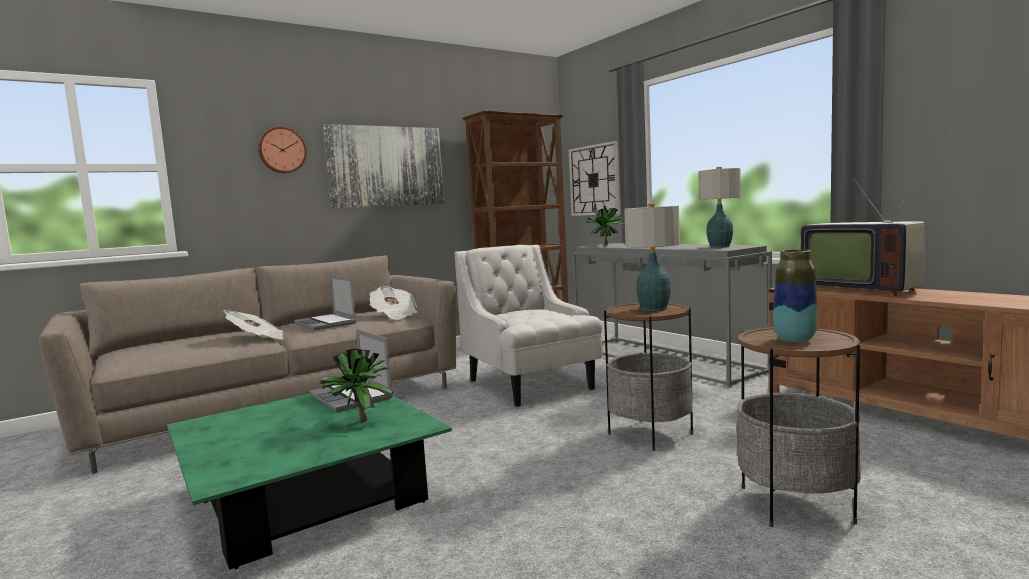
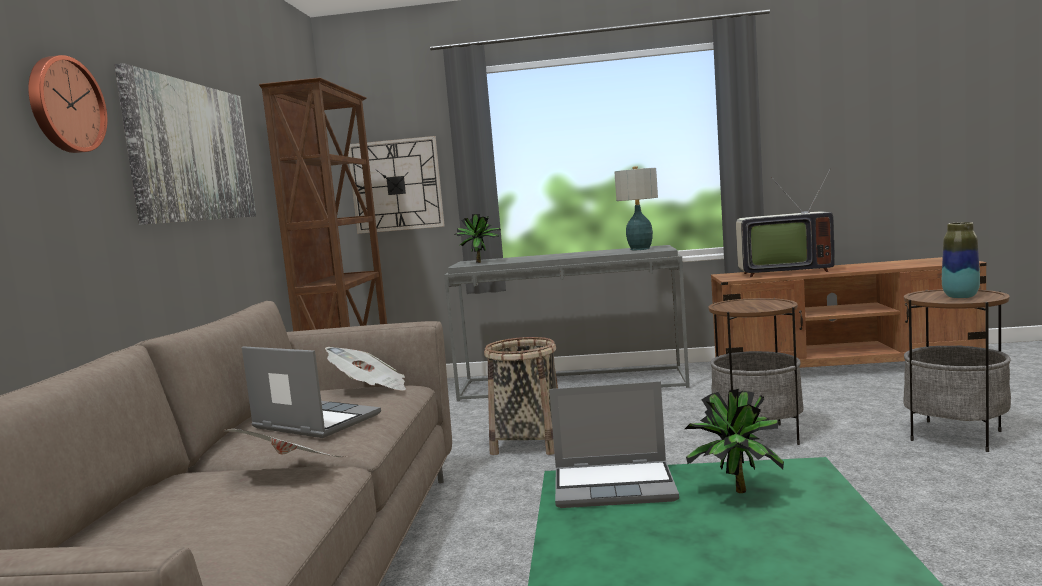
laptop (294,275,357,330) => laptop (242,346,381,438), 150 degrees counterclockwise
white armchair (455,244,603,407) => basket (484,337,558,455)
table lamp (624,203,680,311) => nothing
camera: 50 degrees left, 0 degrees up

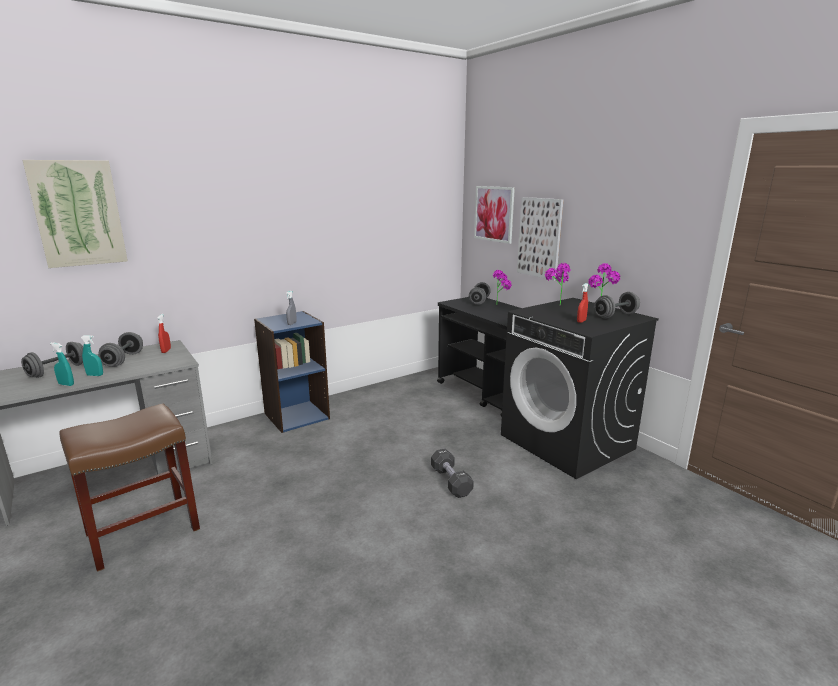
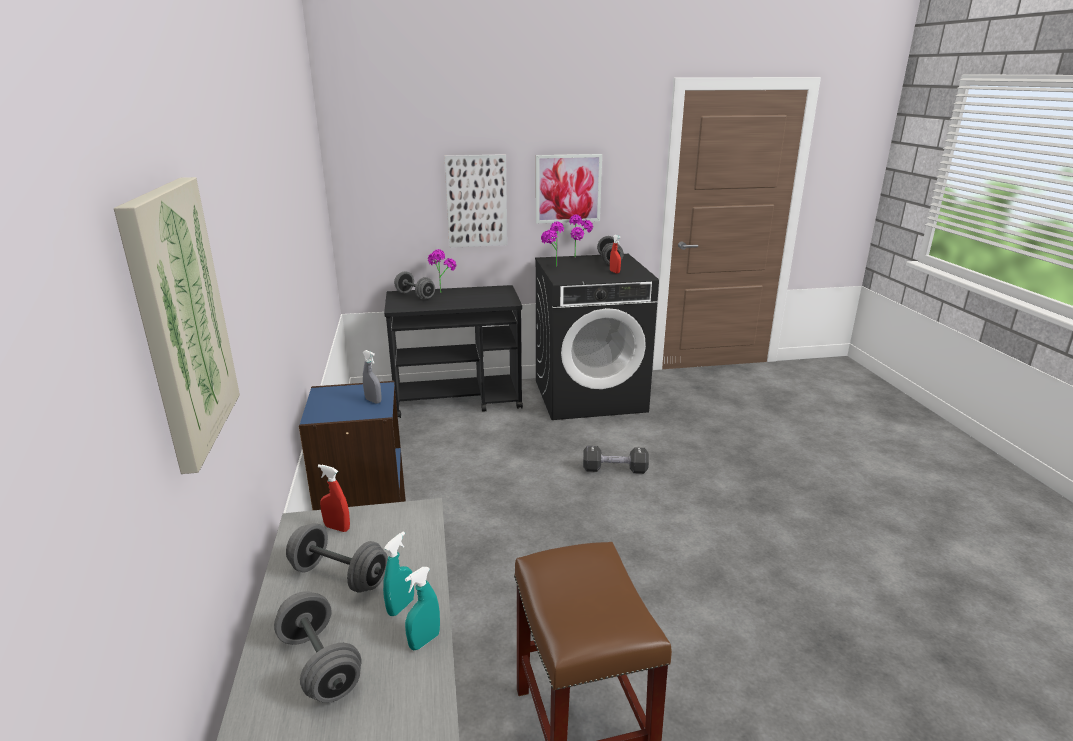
picture (474,186,515,244) => picture (536,154,602,223), move
camera: 65 degrees left, 5 degrees up

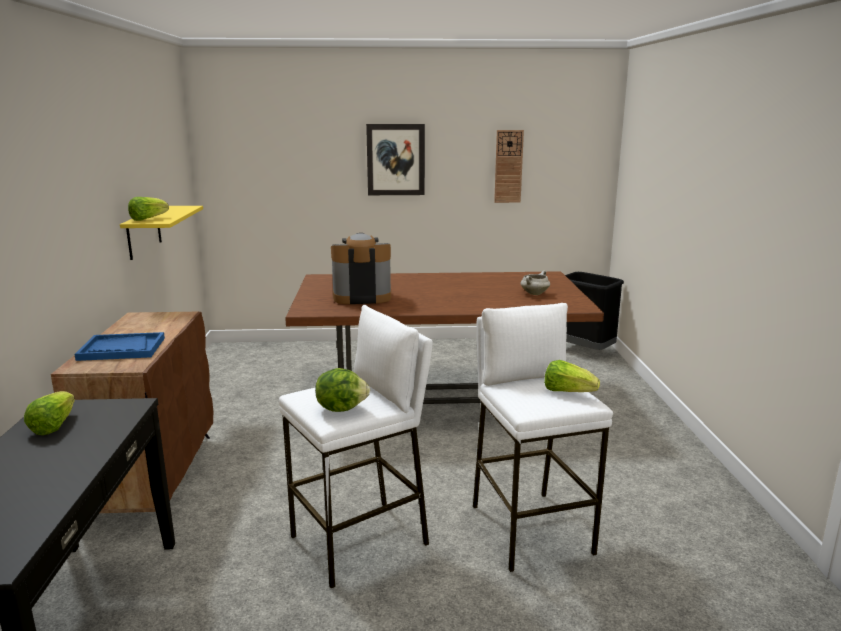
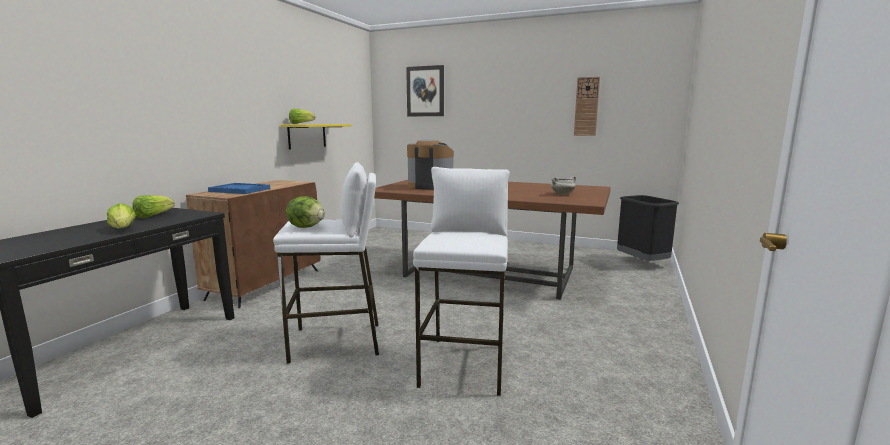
lettuce (544,360,600,392) => lettuce (107,204,136,228), move
picture (366,124,425,195) => picture (406,65,444,116), move
camera: 25 degrees right, 5 degrees down

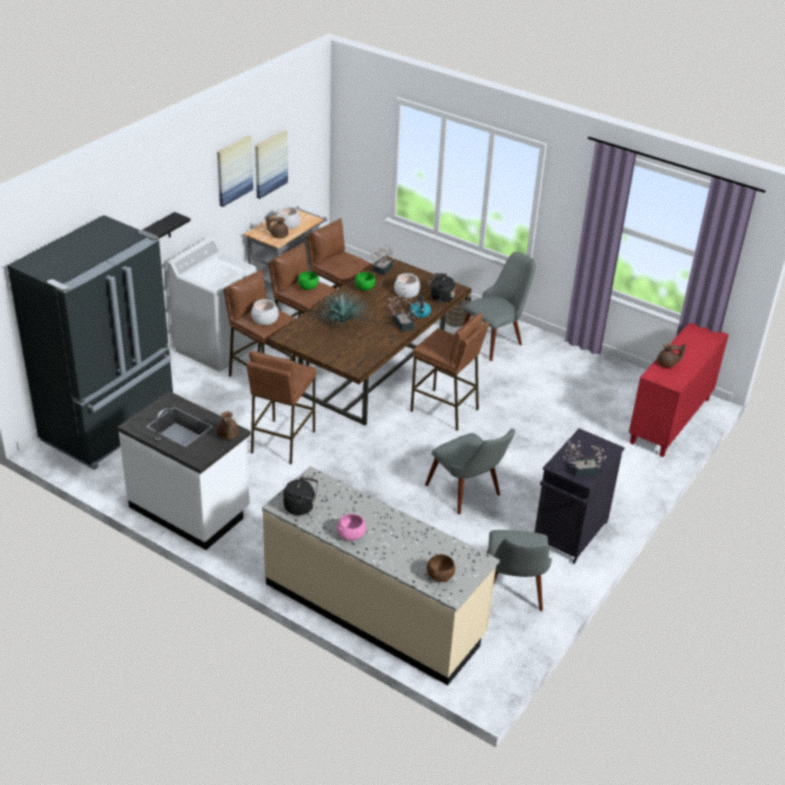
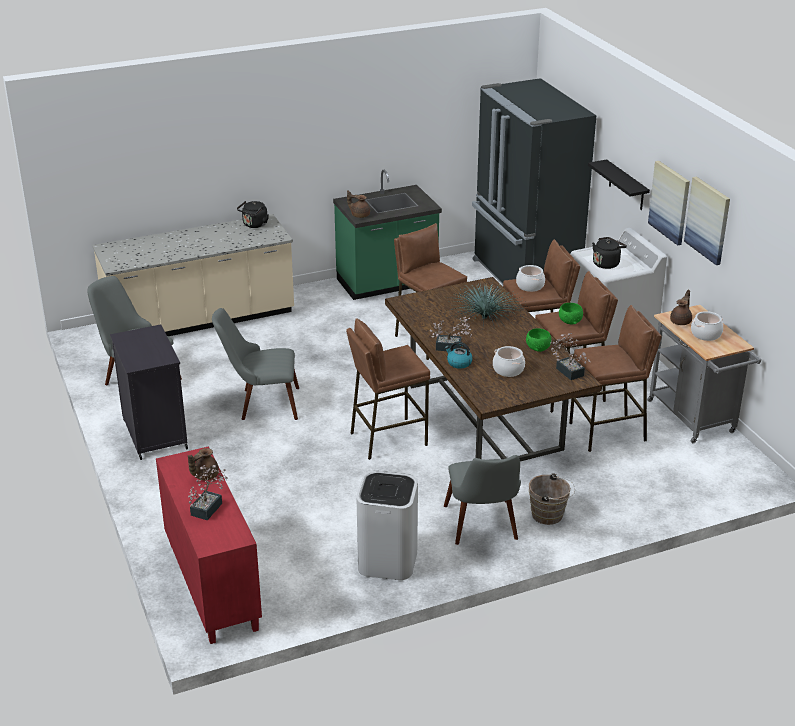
potted plant (564,440,607,477) => potted plant (188,465,228,520), move
white counter (117,391,251,550) => green counter (333,170,442,300)
nothing => white trash can (356,471,418,580)
black kettle (428,273,455,302) => black kettle (592,237,627,269), move
picture (255,130,288,199) => picture (648,161,690,245), move
pink bowl (336,514,366,541) => nothing
brown bowl (427,554,455,582) => nothing
camera: 125 degrees right, 5 degrees down

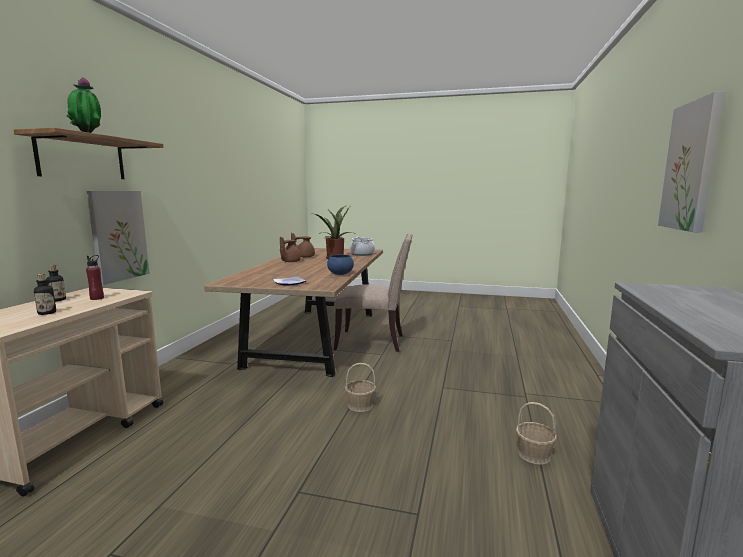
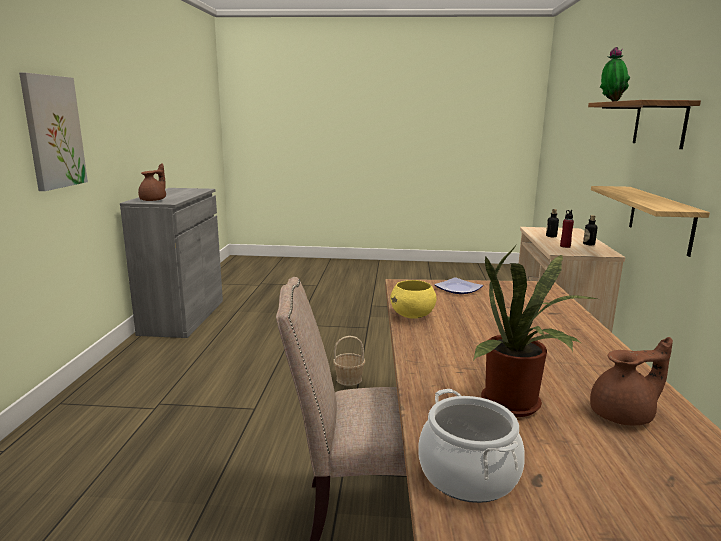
brown teapot (280,237,301,262) => brown teapot (138,163,166,201), move
blue bowl (327,254,354,275) => yellow bowl (390,280,437,319)
picture (87,191,150,285) => shelf (591,186,710,257)
basket (516,402,557,465) => nothing
camera: 170 degrees right, 5 degrees up

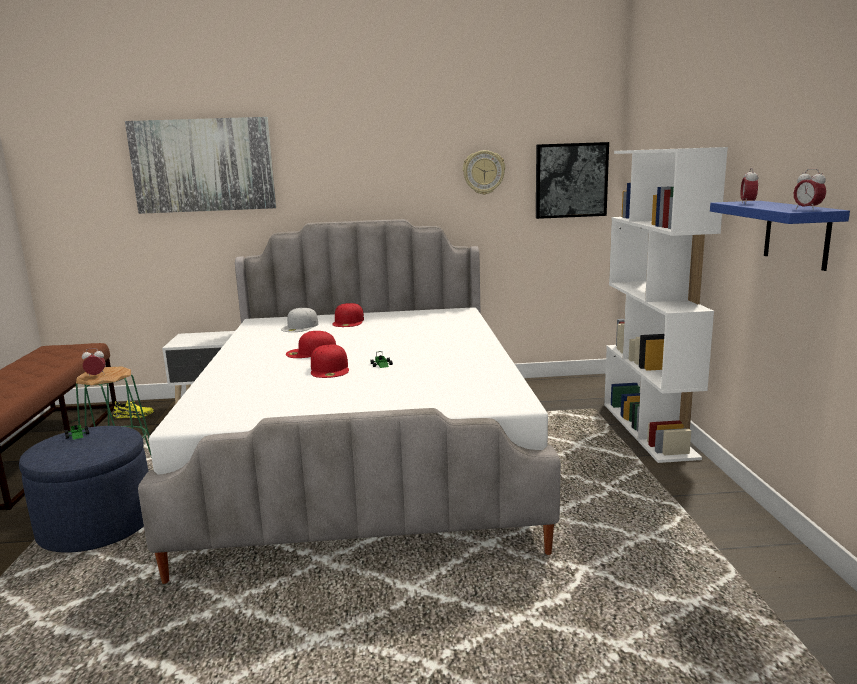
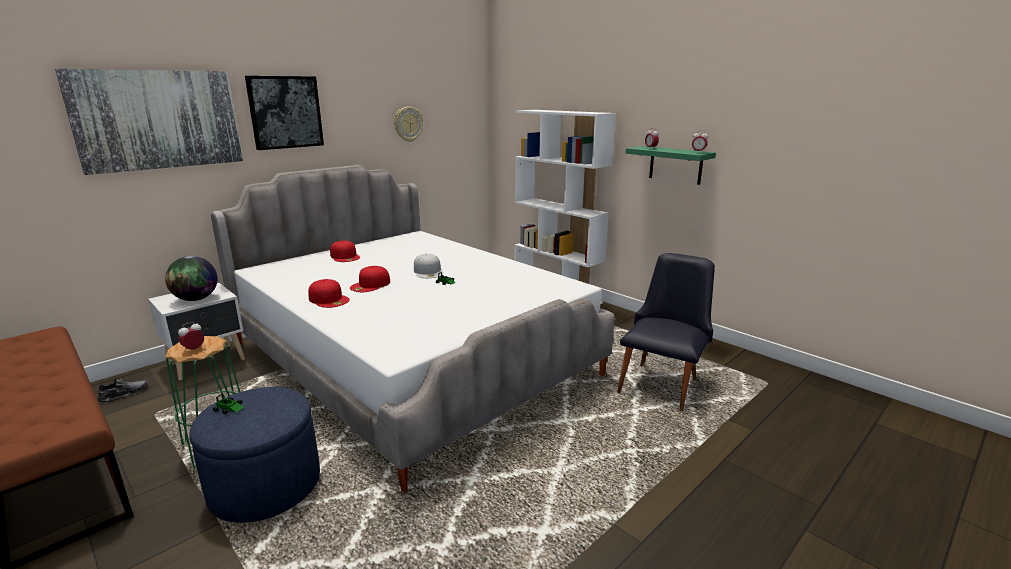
yellow shoe (113,401,154,418) => grey shoe (97,378,148,403)
nothing => globe (165,256,218,301)
picture (536,142,609,219) => picture (245,76,324,150), move
red cap (311,345,349,378) => red cap (308,279,350,308), move
white cap (281,308,318,332) => white cap (414,254,443,278), move
nothing => black chair (617,253,715,411)
blue shelf (710,201,850,271) => green shelf (626,146,716,185)
camera: 40 degrees left, 5 degrees up

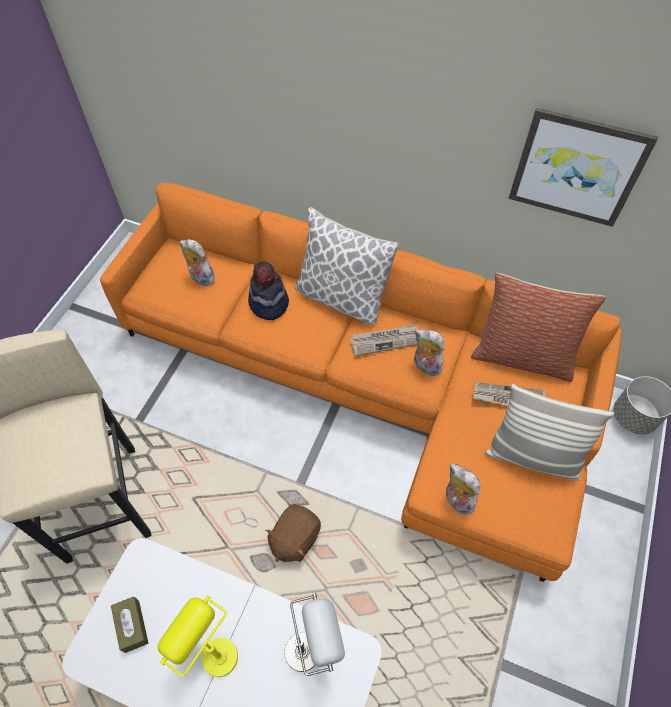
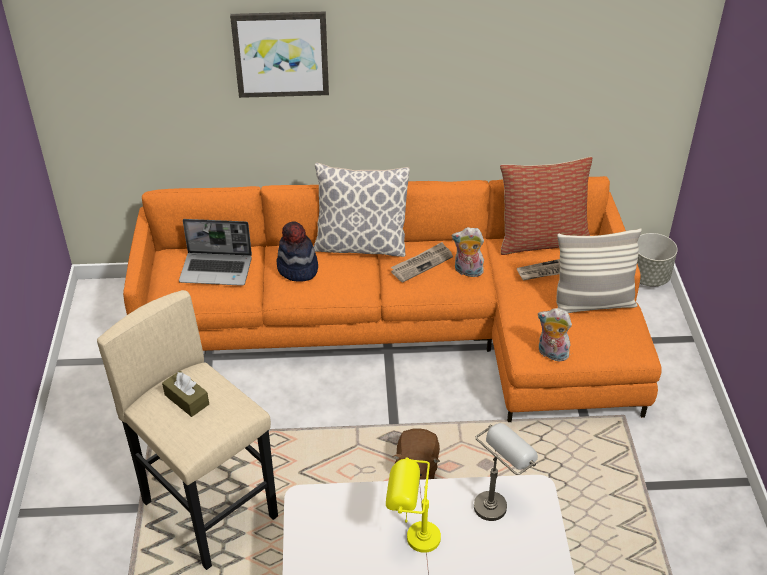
brown tissue box (111,596,148,653) => brown tissue box (162,371,209,417), move
plush toy (180,239,215,286) => laptop (179,219,252,286)
picture (508,108,658,227) => picture (230,12,329,98), move
camera: 25 degrees left, 15 degrees down

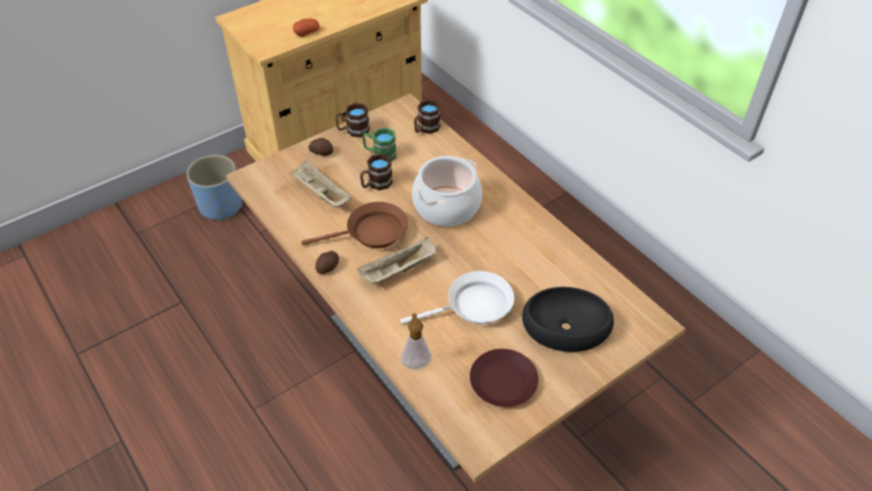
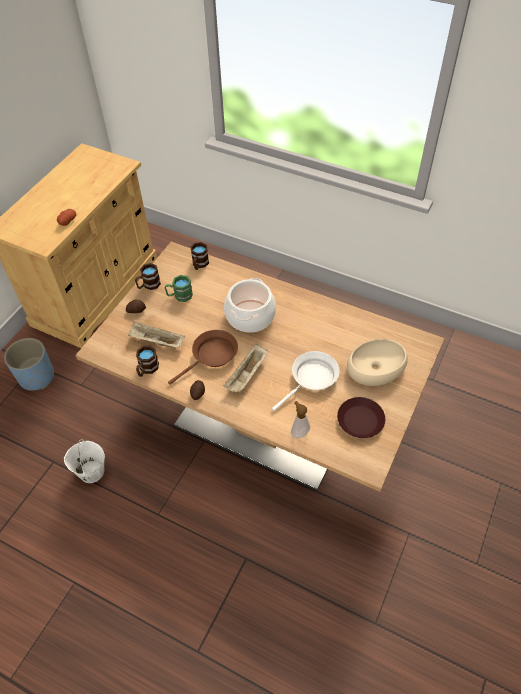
nothing => white bucket (64,440,105,483)
brown mug (360,154,393,190) => brown mug (136,346,159,377), move
black bowl (522,287,614,352) => beige bowl (347,339,408,386)
camera: 25 degrees left, 5 degrees up

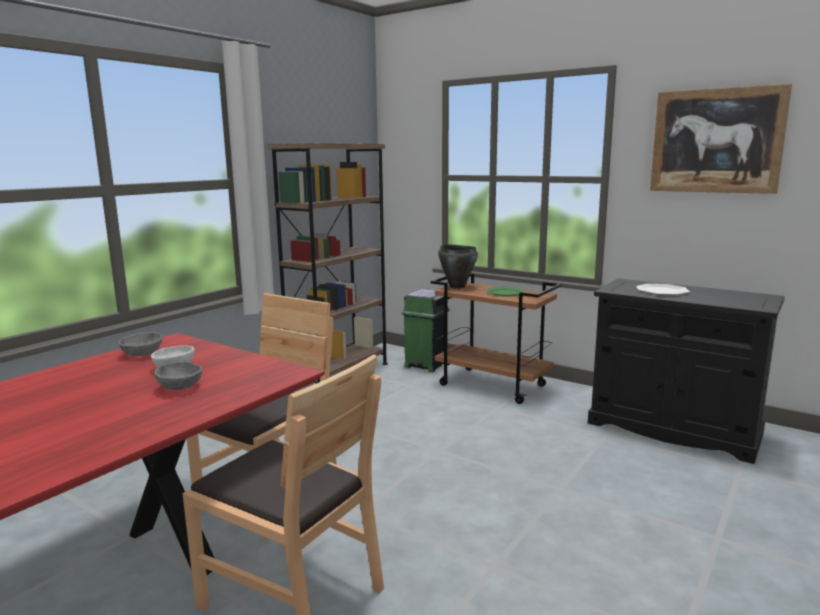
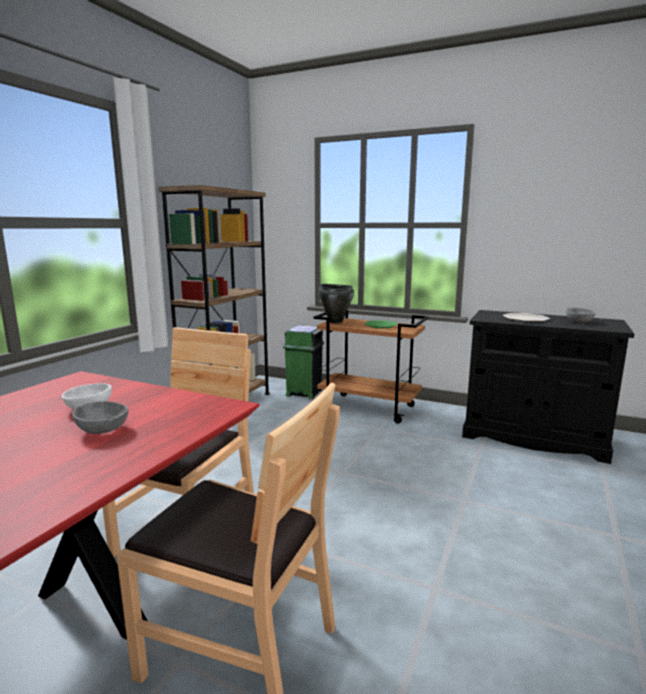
grey bowl (119,332,162,356) => grey bowl (566,308,596,323), move
picture (650,84,792,194) => nothing
camera: 10 degrees left, 0 degrees up

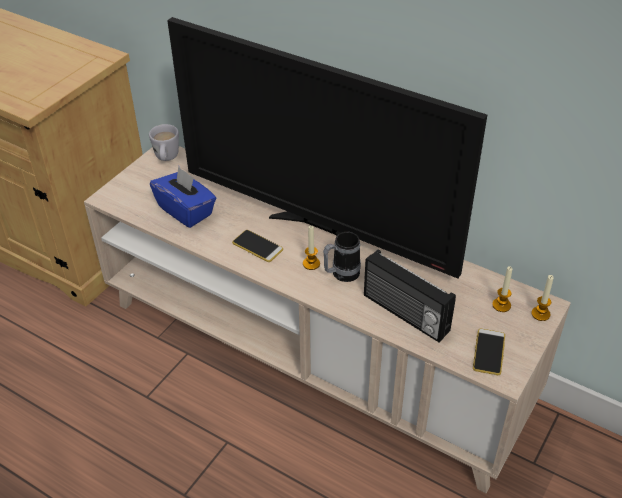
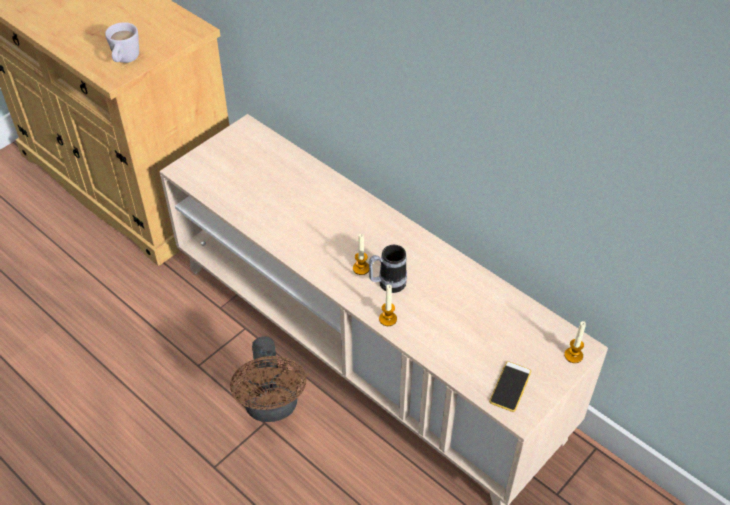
white mug (149,124,179,161) => white mug (105,22,139,63), move
nothing => brown fan (230,337,306,422)
candle (492,266,512,312) => candle (379,285,397,326), move
blue tissue box (150,166,216,228) => nothing
television (167,17,487,278) => nothing
phone (232,230,283,262) => nothing
radio (364,250,456,342) => nothing
camera: 10 degrees right, 5 degrees up

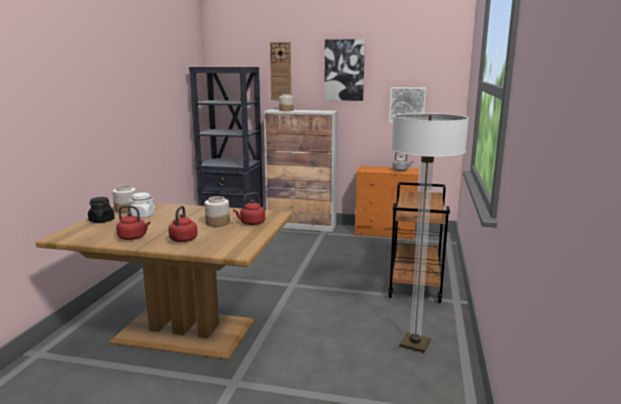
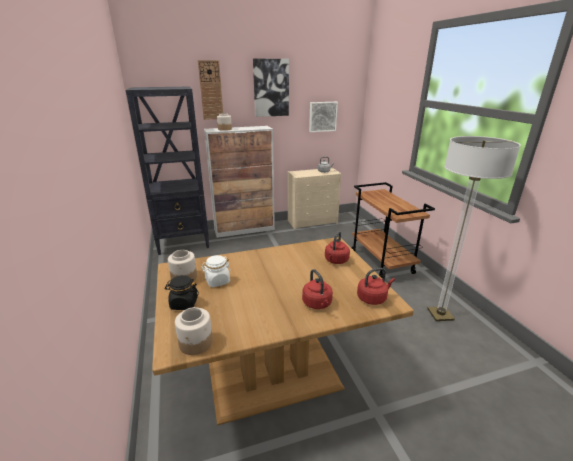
jar (205,196,230,227) => jar (175,307,213,355), move
orange dresser (355,166,419,240) => beige dresser (288,168,341,229)
red kettle (116,205,151,240) => red kettle (357,268,395,305), move
camera: 30 degrees left, 10 degrees up

